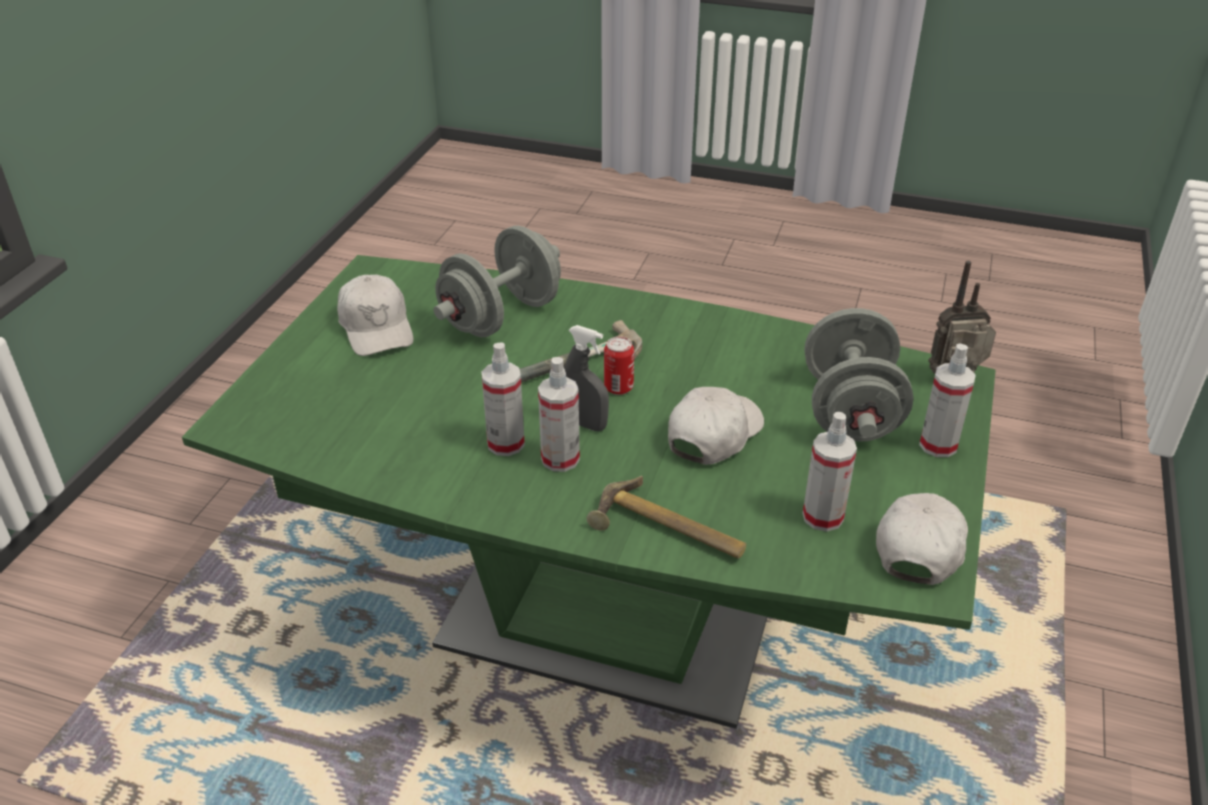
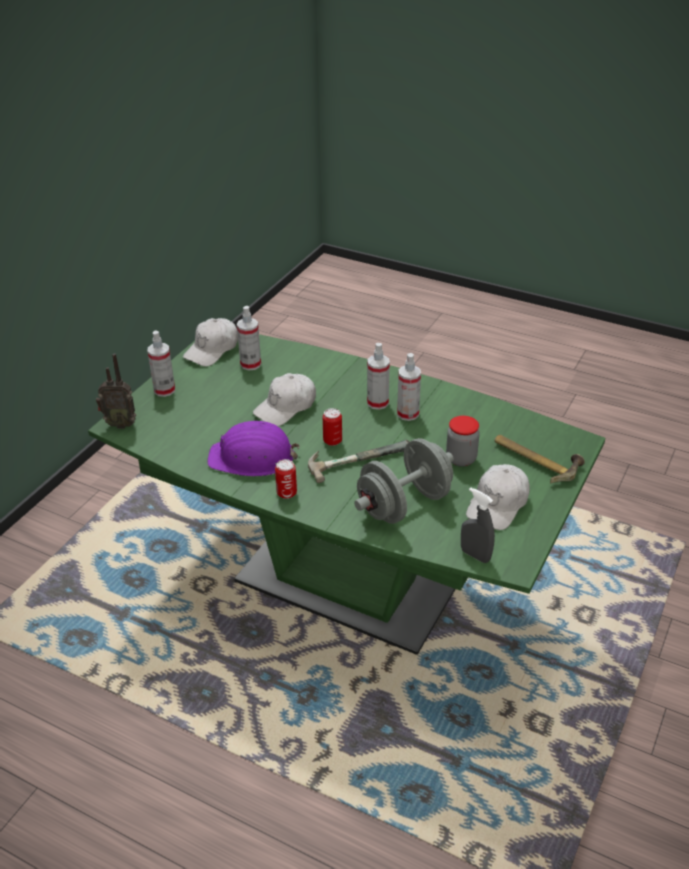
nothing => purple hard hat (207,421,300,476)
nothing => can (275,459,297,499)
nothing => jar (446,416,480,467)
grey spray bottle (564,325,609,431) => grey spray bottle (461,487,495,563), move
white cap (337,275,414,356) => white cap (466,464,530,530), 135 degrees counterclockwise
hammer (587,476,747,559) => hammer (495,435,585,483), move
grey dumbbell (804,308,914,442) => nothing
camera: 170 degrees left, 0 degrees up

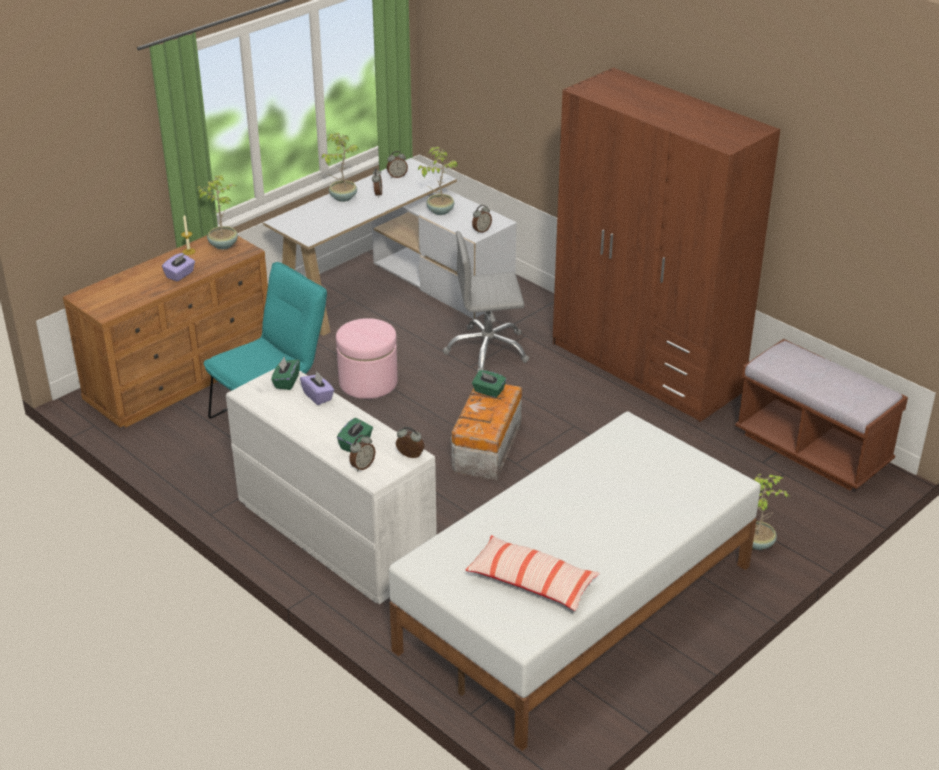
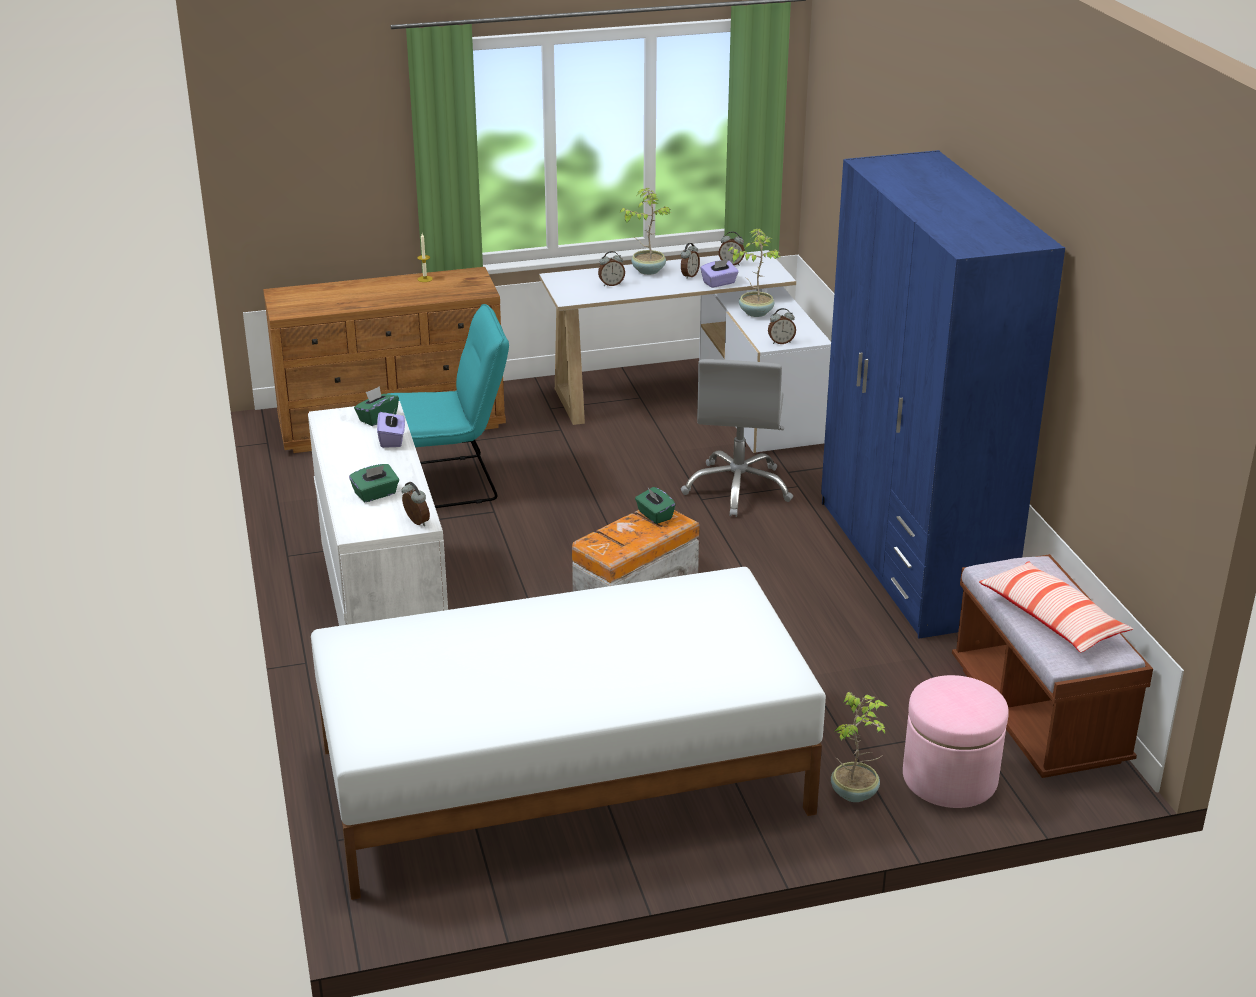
alarm clock (350,435,375,472) => alarm clock (598,251,625,286), move
grey office chair (443,231,529,373) => grey office chair (681,359,793,517), 105 degrees counterclockwise
purple tissue box (162,253,195,281) => purple tissue box (701,259,738,288), move
brown wardrobe (553,68,780,422) => blue wardrobe (821,150,1065,639)
pink ottoman (336,318,398,399) => pink ottoman (903,675,1009,808), move
pillow (466,535,600,611) => pillow (979,561,1133,653), move
potted plant (197,175,238,249) => nothing
camera: 30 degrees right, 5 degrees down

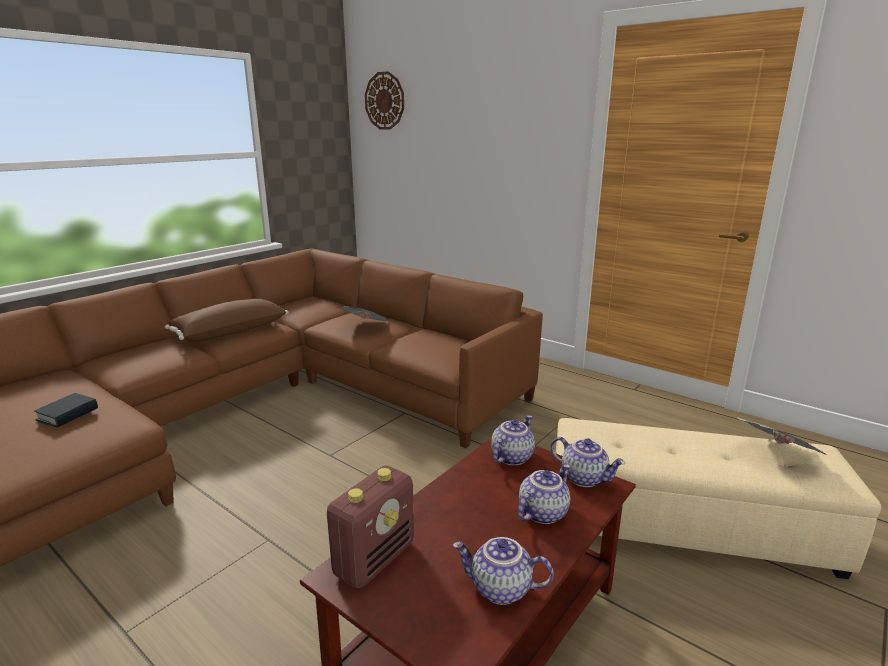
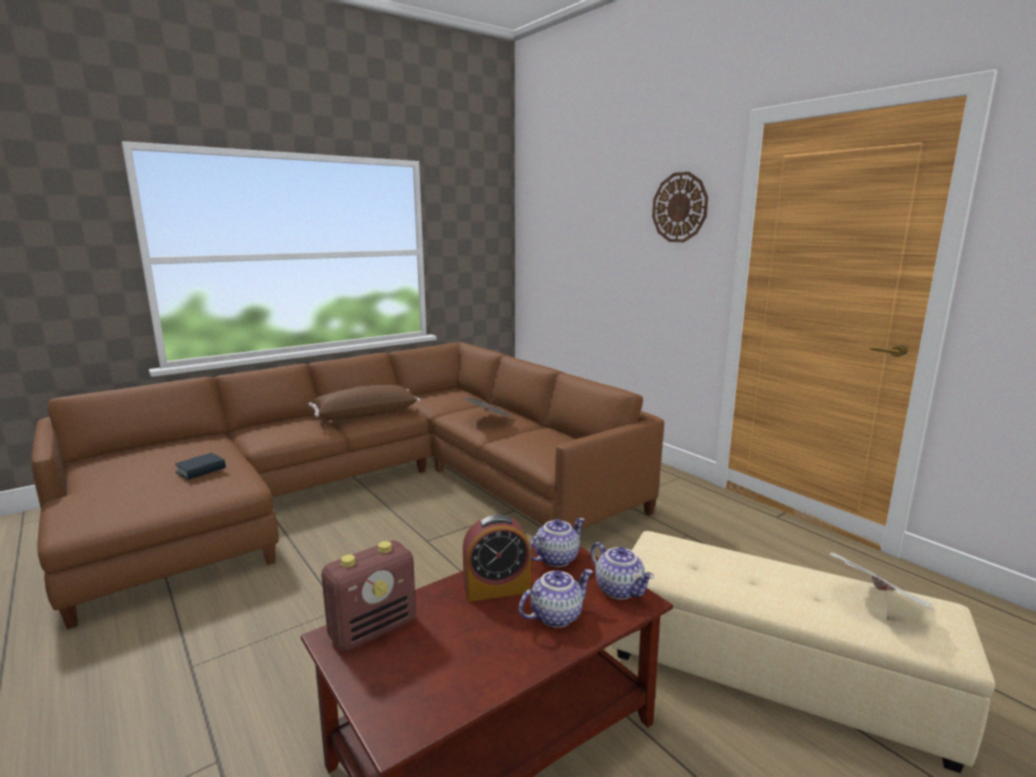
nothing => alarm clock (463,515,531,602)
wall clock (365,71,404,130) => wall clock (652,172,708,242), move
teapot (453,537,554,605) => nothing
camera: 15 degrees right, 5 degrees down

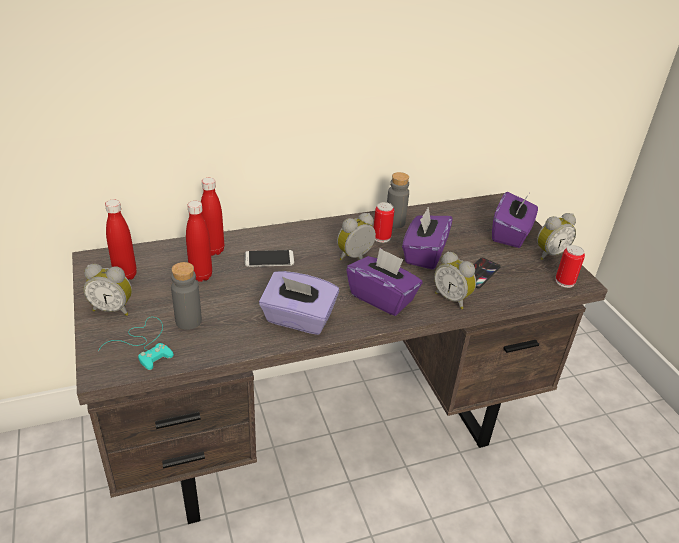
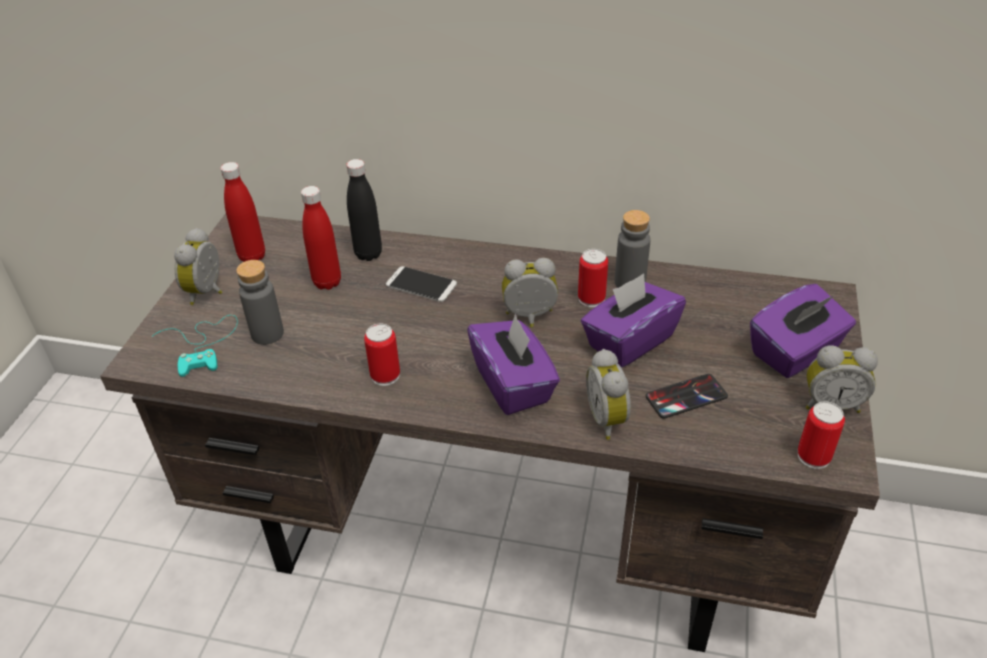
alarm clock (83,264,132,316) => alarm clock (174,228,222,305), 60 degrees clockwise
red bottle (201,178,224,256) => black bottle (346,159,382,261)
purple tissue box (259,271,339,335) => can (364,323,400,386)
camera: 35 degrees right, 5 degrees up

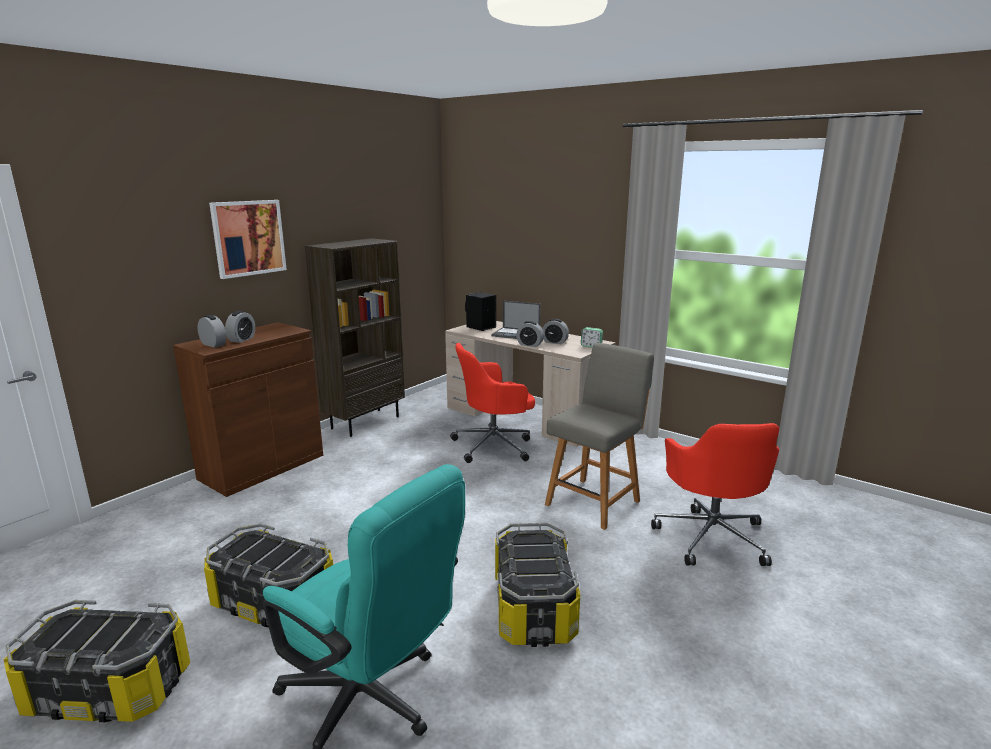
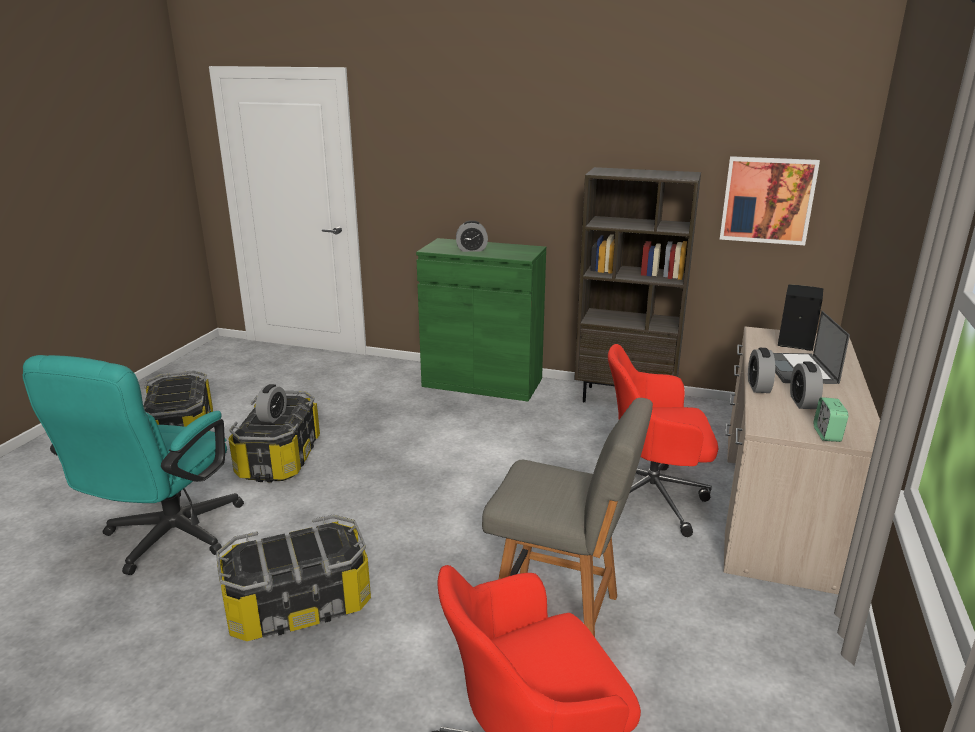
alarm clock (197,315,226,348) => alarm clock (255,384,287,423), move
brown cabinet (173,322,323,497) => green cabinet (416,238,546,402)
red office chair (450,343,535,463) => red office chair (608,344,718,537), 45 degrees counterclockwise
picture (209,200,287,279) => picture (720,156,820,245), move
camera: 70 degrees right, 5 degrees up

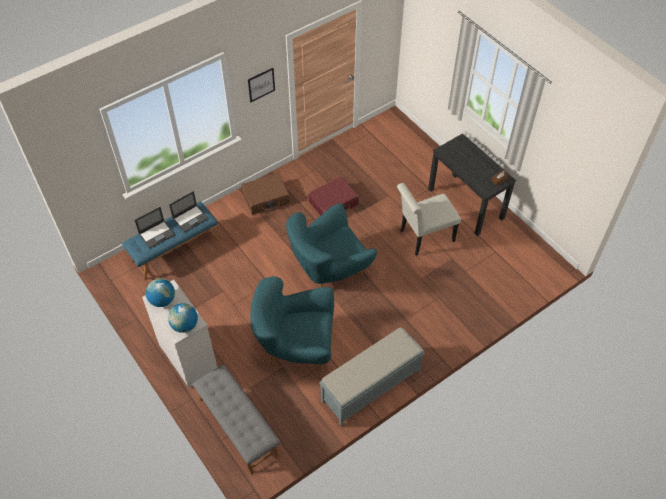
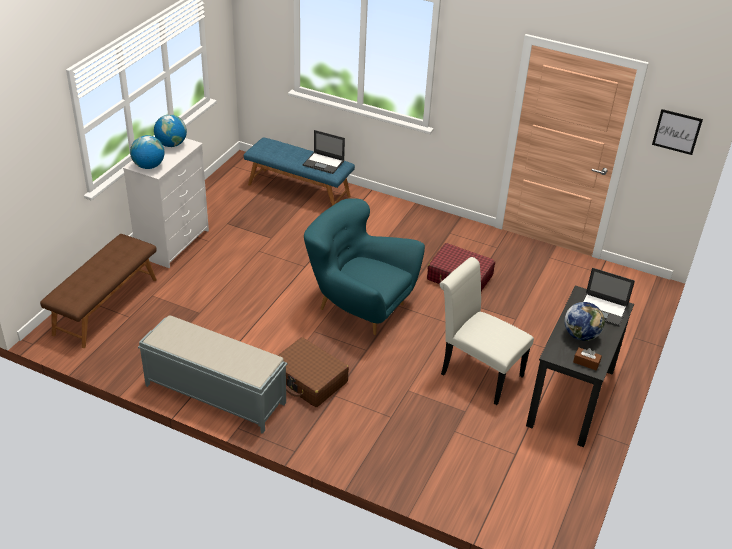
grey bench (192,364,281,474) => brown bench (40,234,157,348)
brown suitcase (241,173,290,214) => brown suitcase (277,337,349,407), move
nothing => globe (564,302,605,341)
laptop (135,207,175,248) => laptop (582,268,635,327), move
picture (248,68,275,102) => picture (652,109,703,155), move
turquoise armchair (250,276,334,367) => nothing
camera: 60 degrees right, 15 degrees down

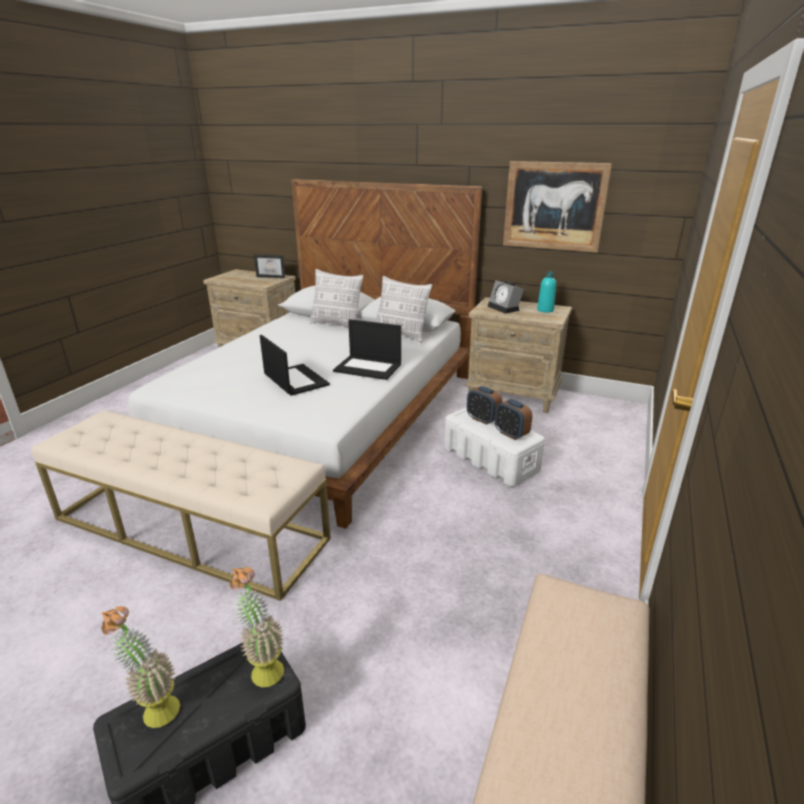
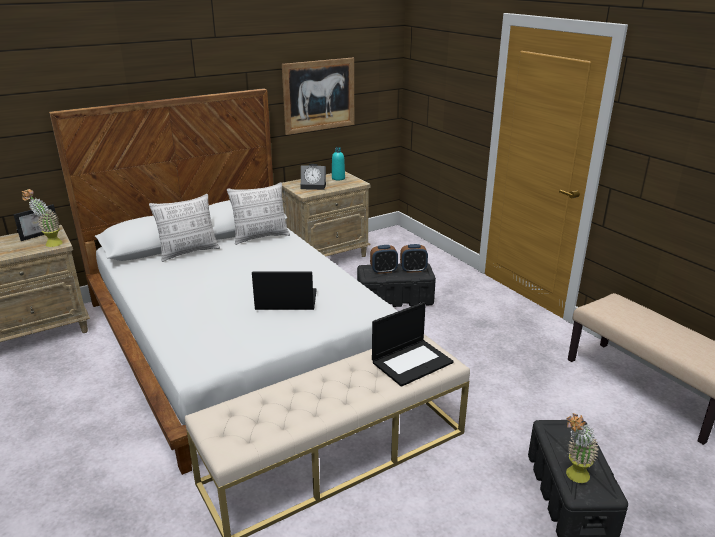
potted plant (230,566,284,687) => potted plant (21,189,63,247), move
white storage box (444,407,545,487) => black storage box (357,263,436,307)
laptop (333,319,401,380) => laptop (372,302,454,387), move
camera: 55 degrees left, 0 degrees up

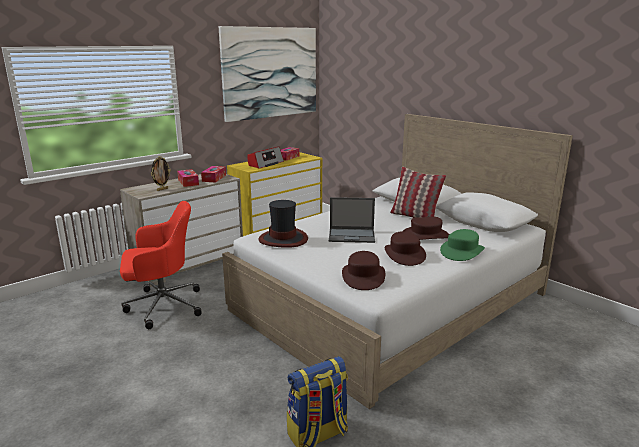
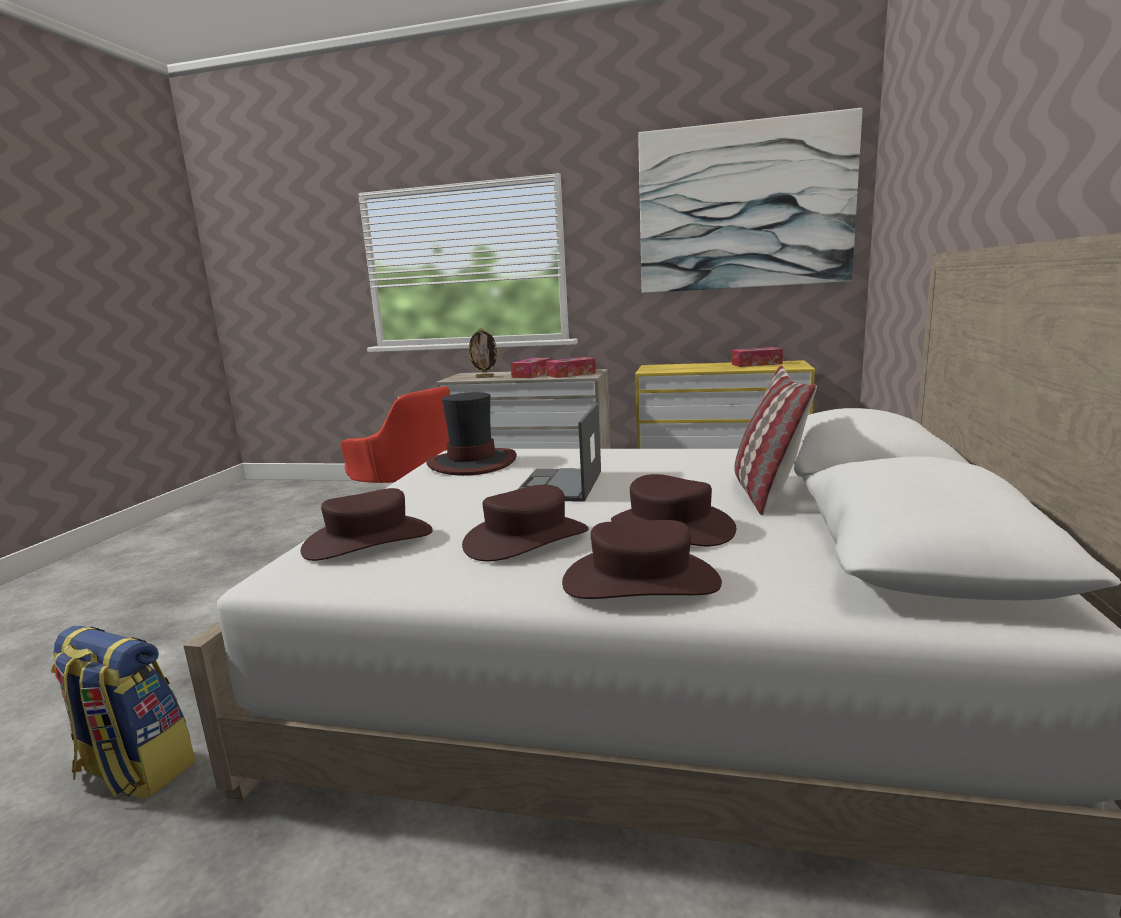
laptop (329,197,375,243) => laptop (518,403,601,502), 45 degrees clockwise
green hat (440,229,485,261) => brown hat (562,520,722,599)
radio (248,147,284,168) => nothing
camera: 55 degrees right, 5 degrees down

